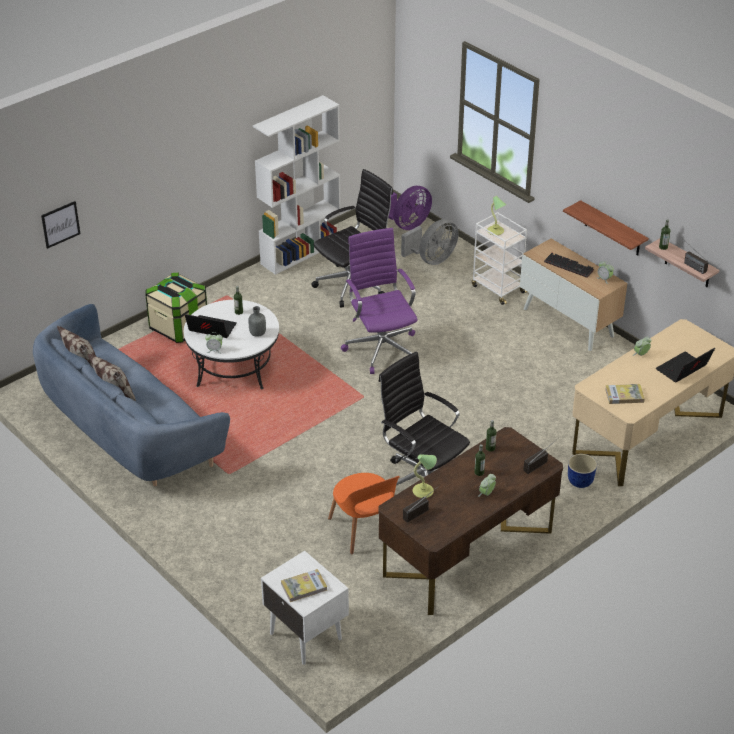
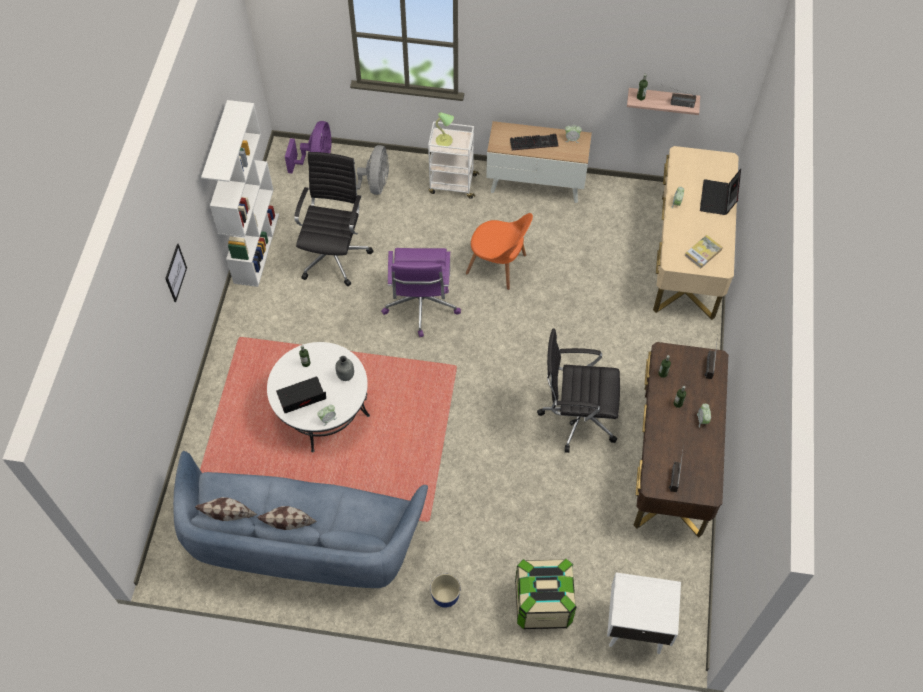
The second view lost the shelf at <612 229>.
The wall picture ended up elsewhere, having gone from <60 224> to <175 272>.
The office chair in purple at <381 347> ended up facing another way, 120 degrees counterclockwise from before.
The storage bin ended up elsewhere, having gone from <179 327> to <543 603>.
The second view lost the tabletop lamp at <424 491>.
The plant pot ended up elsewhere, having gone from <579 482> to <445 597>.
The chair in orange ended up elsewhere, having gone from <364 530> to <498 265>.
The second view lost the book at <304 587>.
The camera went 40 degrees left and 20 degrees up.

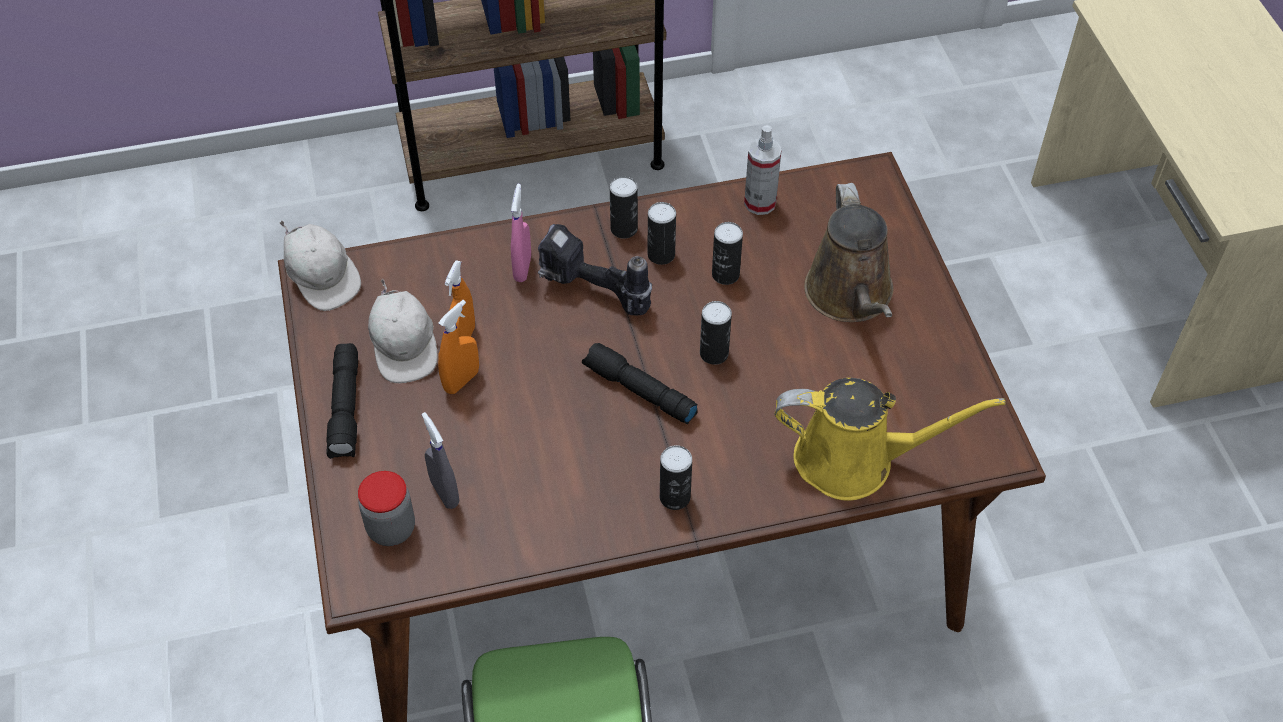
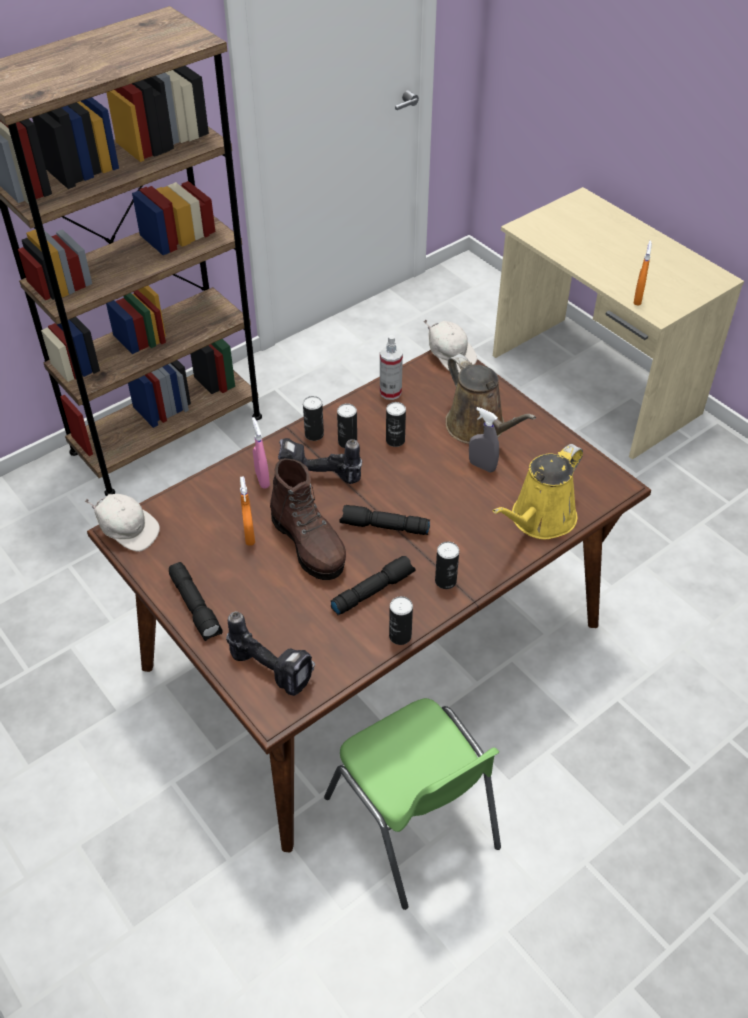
The cap in white ended up elsewhere, having gone from <405 348> to <450 356>.
The spray bottle in orange ended up elsewhere, having gone from <461 381> to <637 299>.
The sealed can ended up elsewhere, having gone from <714 353> to <400 636>.
The watering can in yellowish at <854 460> ended up facing another way, 150 degrees clockwise from before.
The spray bottle in greyish ended up elsewhere, having gone from <444 493> to <482 466>.
Where the jar stood at <391 529>, the power drill came to stand at <273 669>.
The second view gained the boot in brown at <309 544>.
The second view gained the flashlight in blackish at <372 590>.
The camera went 25 degrees left and 5 degrees down.

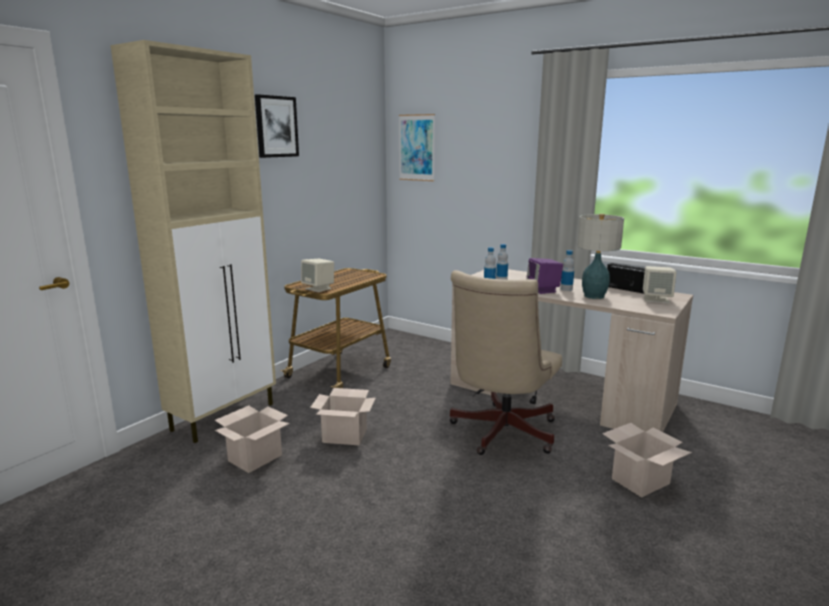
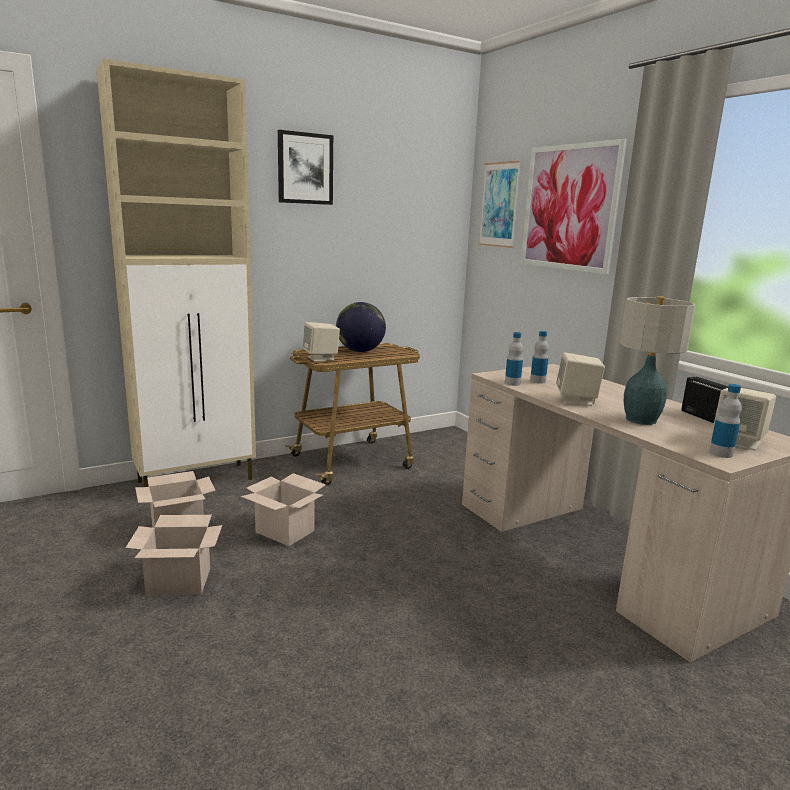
The drink bottle ended up elsewhere, having gone from <566 289> to <721 453>.
What was the audio speaker in purple at <543 290> turned into the audio speaker in beige at <577 400>.
The second view lost the office chair in beige at <500 433>.
The carton ended up elsewhere, having gone from <640 480> to <180 581>.
The second view gained the wall picture at <569 207>.
The second view gained the world globe at <360 351>.
The camera went 25 degrees right and 0 degrees up.

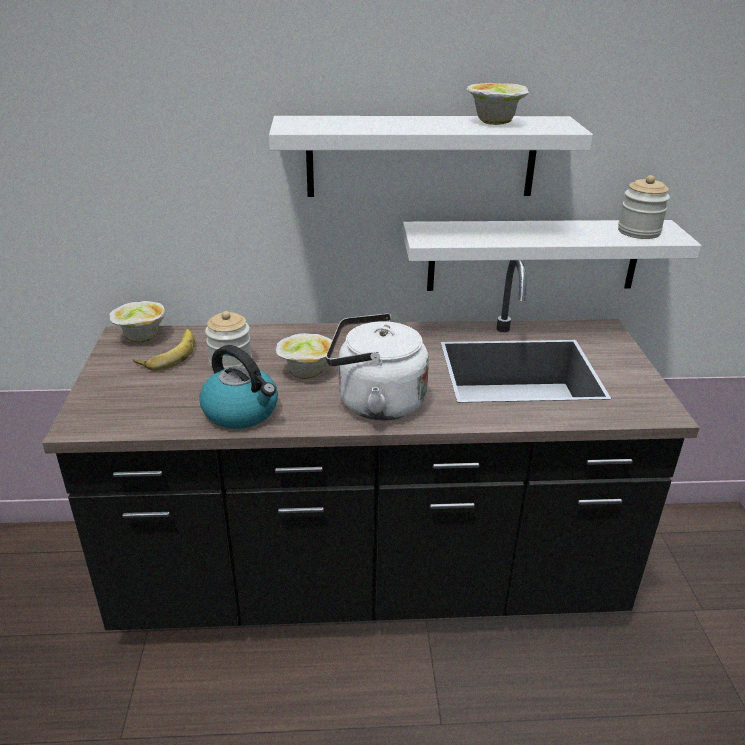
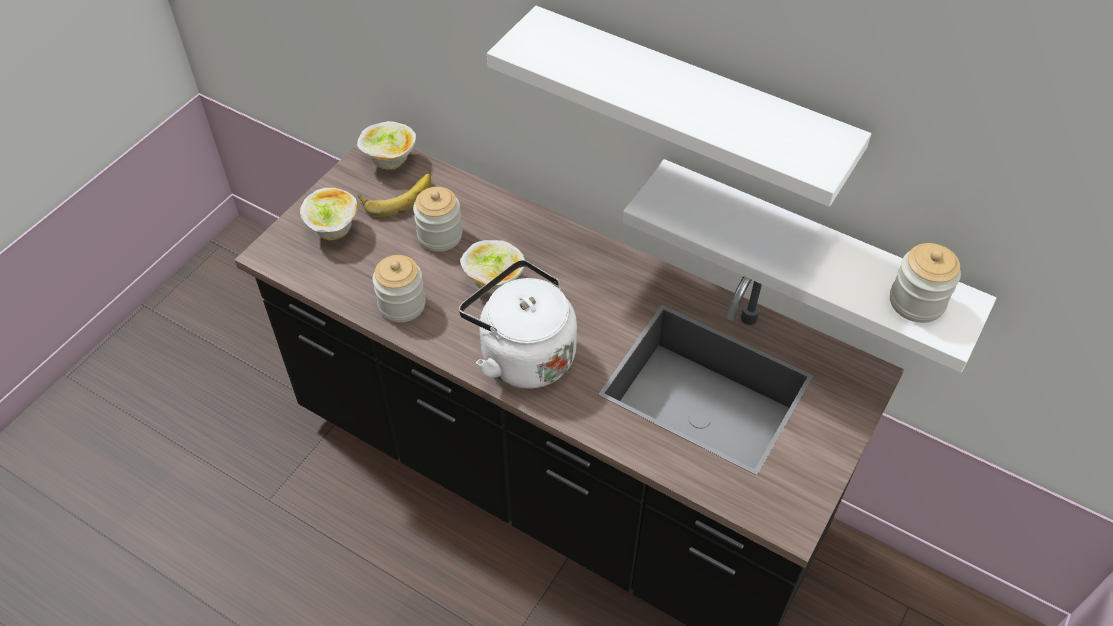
The bowl ended up elsewhere, having gone from <494 123> to <333 231>.
Where the water kettle stood at <242 412>, the jar came to stand at <402 304>.
The camera went 35 degrees right and 20 degrees up.

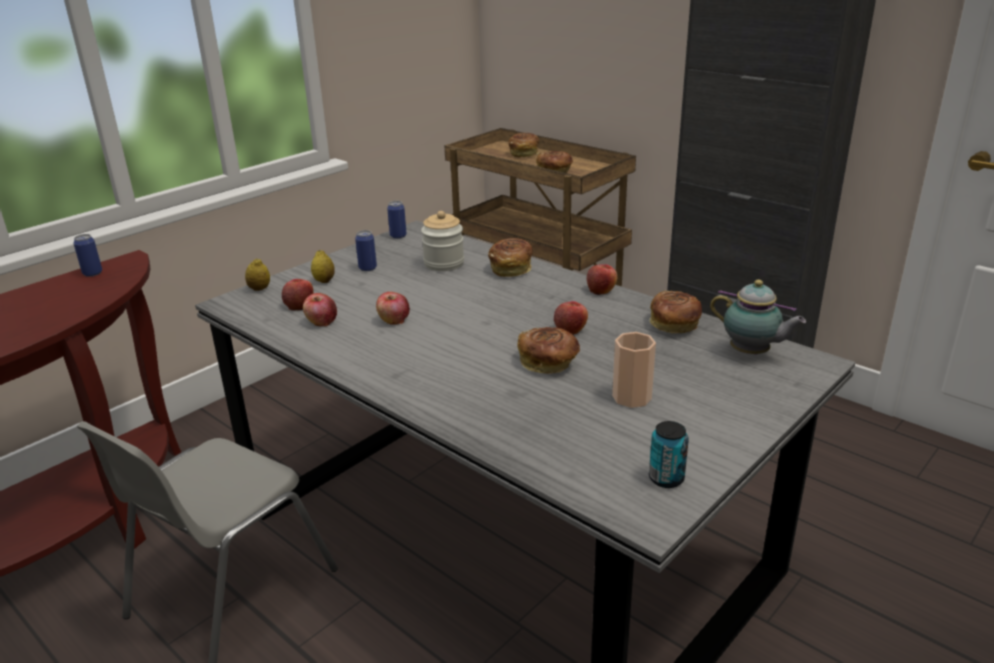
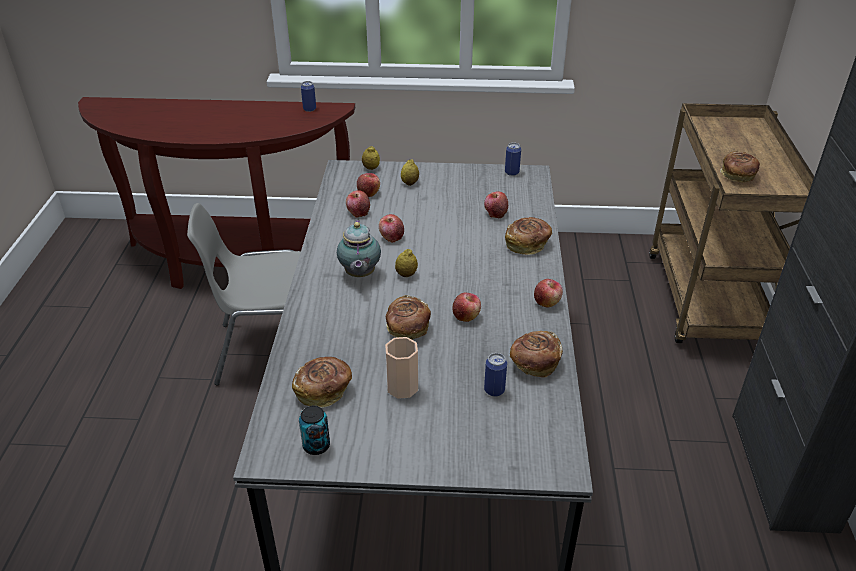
The bakery bread ended up elsewhere, having gone from <524 153> to <324 391>.
Where the jar stood at <444 263>, the whole apple came to stand at <495 213>.
The sealed can ended up elsewhere, having gone from <367 268> to <494 390>.
The teapot ended up elsewhere, having gone from <751 353> to <359 275>.
The second view gained the citrus fruit at <406 274>.
The camera went 50 degrees right and 10 degrees up.

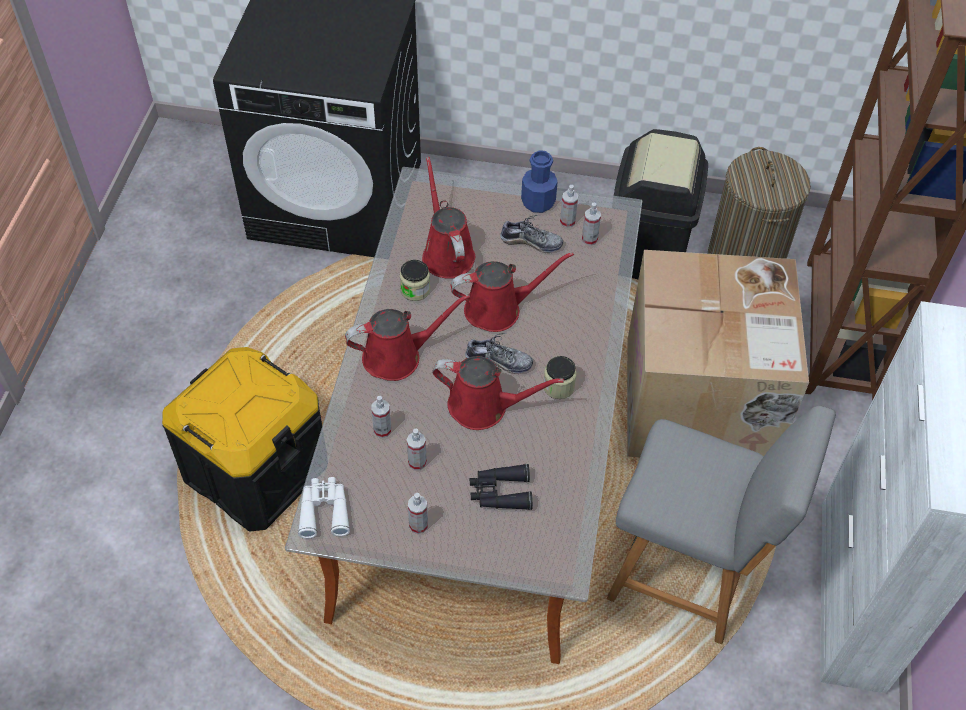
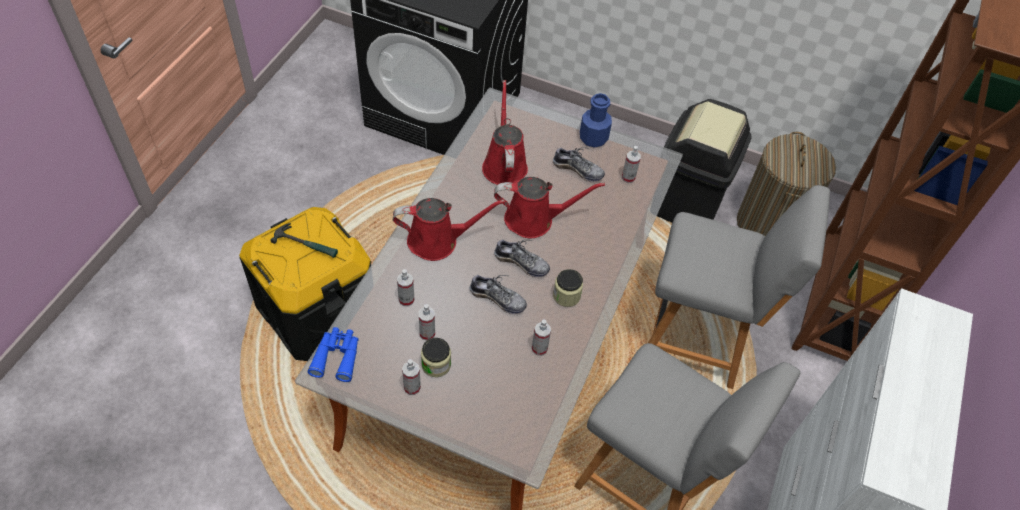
The spray bottle ended up elsewhere, having gone from <567 221> to <539 348>.
Where the carton stood at <700 403>, the chair in greyish came to stand at <699 338>.
The jar ended up elsewhere, having gone from <415 290> to <436 364>.
Where the watering can in red stood at <484 407>, the low shoe came to stand at <497 299>.
The second view lost the binoculars in blackish at <500 492>.
What was the binoculars in white at <324 510> turned into the binoculars in bluish at <337 356>.
The second view gained the tool hammer at <307 244>.
The camera went 10 degrees right and 0 degrees up.

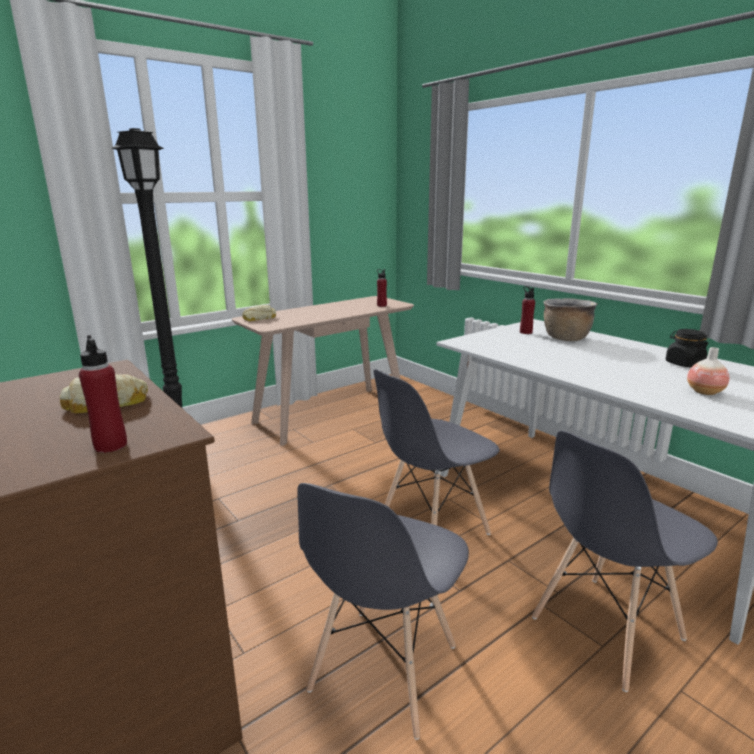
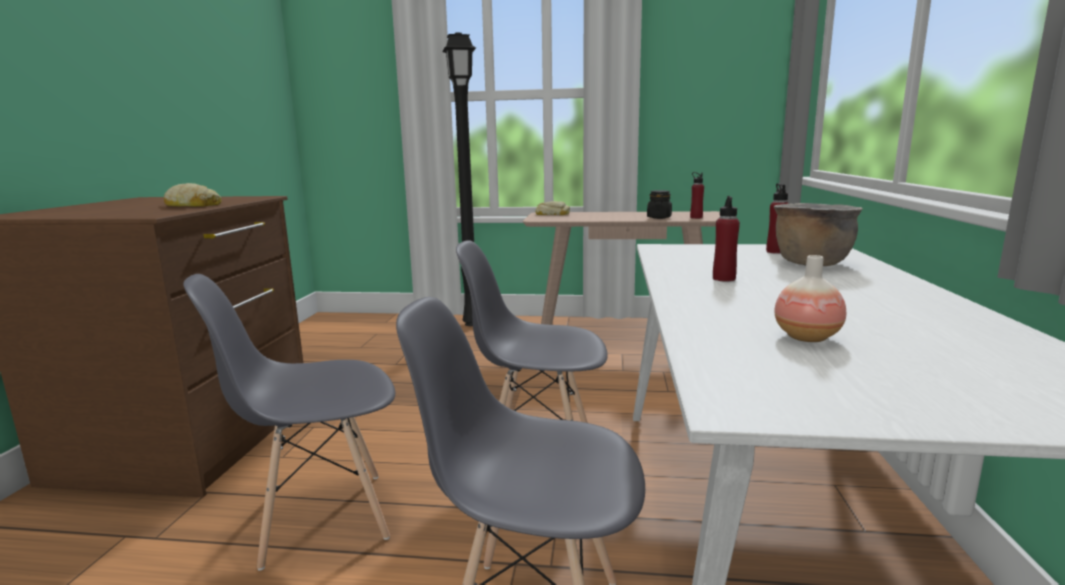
The jar in blackish ended up elsewhere, having gone from <684 364> to <659 217>.
The drink bottle in red ended up elsewhere, having gone from <110 445> to <724 279>.
The camera went 45 degrees right and 5 degrees down.

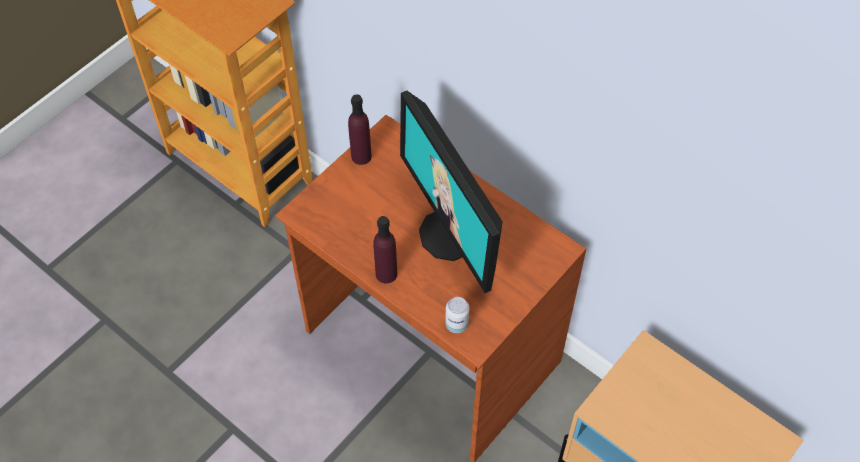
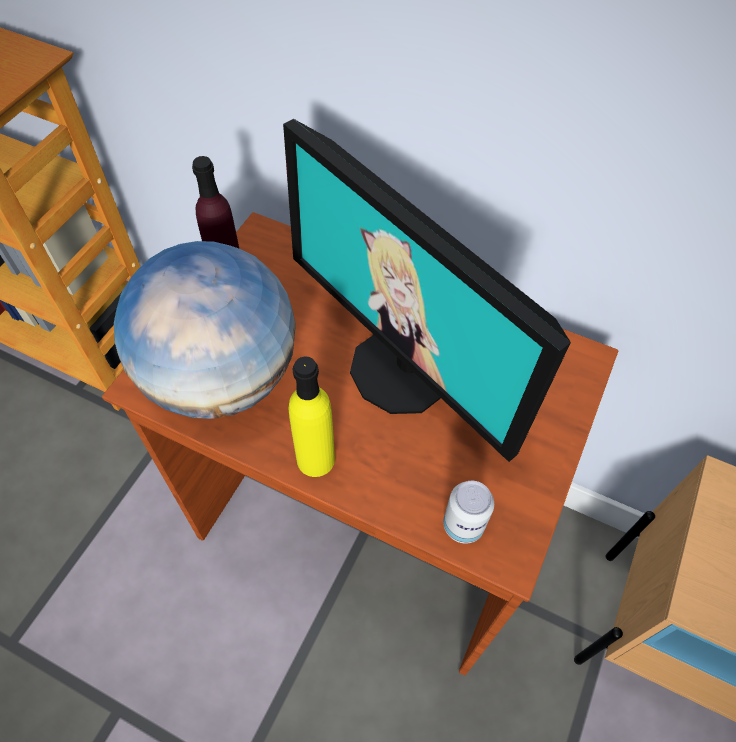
What was the drink bottle in purple at <386 273> turned into the drink bottle in yellowish at <315 459>.
The second view gained the world globe at <222 377>.
The camera went 15 degrees left and 0 degrees up.

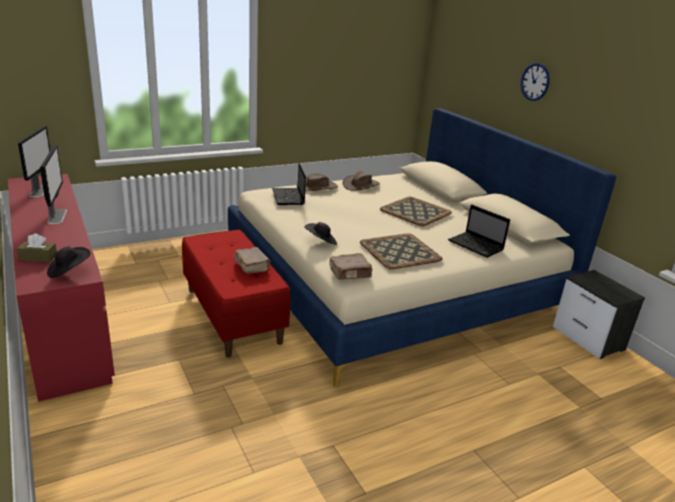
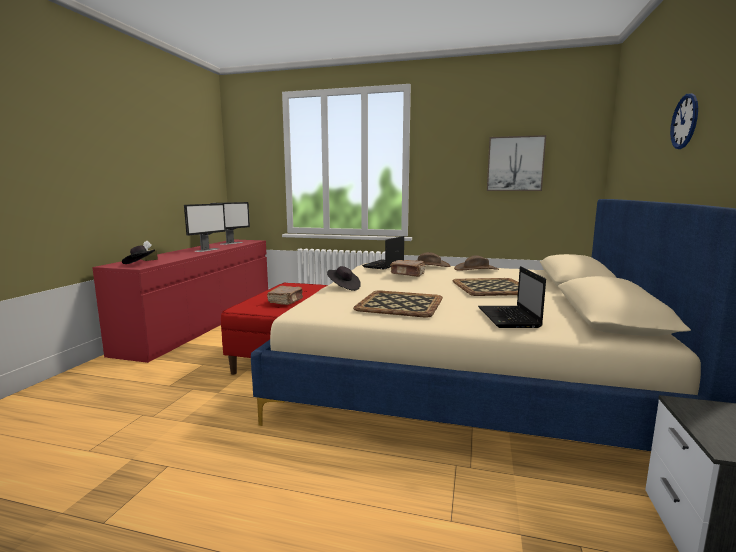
The book in brown ended up elsewhere, having gone from <350 273> to <408 274>.
The second view gained the wall picture at <515 164>.
The camera went 45 degrees right and 15 degrees down.

